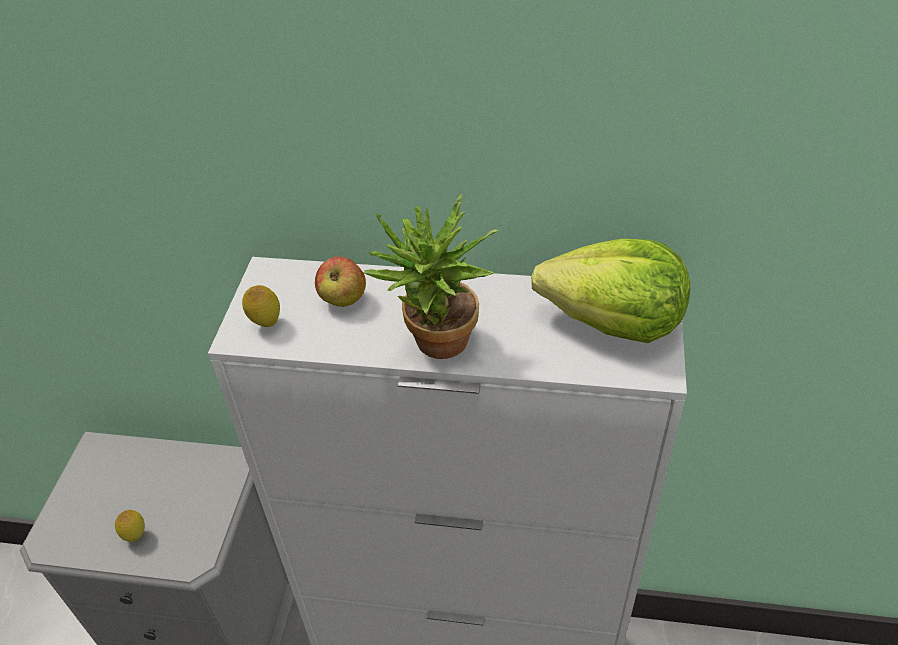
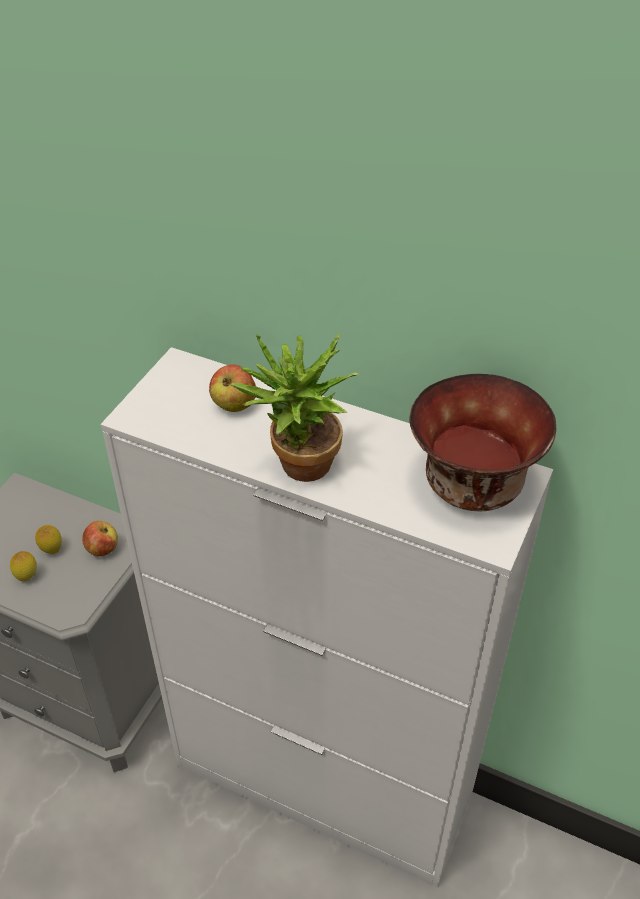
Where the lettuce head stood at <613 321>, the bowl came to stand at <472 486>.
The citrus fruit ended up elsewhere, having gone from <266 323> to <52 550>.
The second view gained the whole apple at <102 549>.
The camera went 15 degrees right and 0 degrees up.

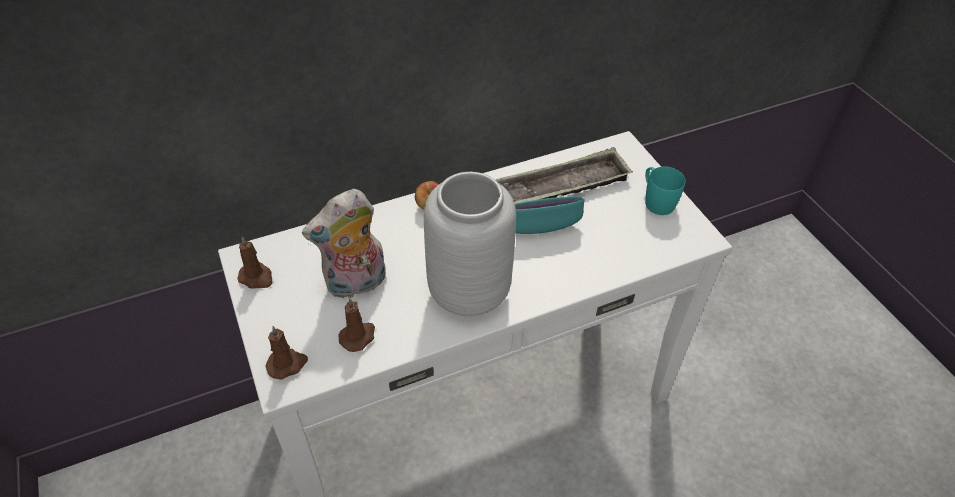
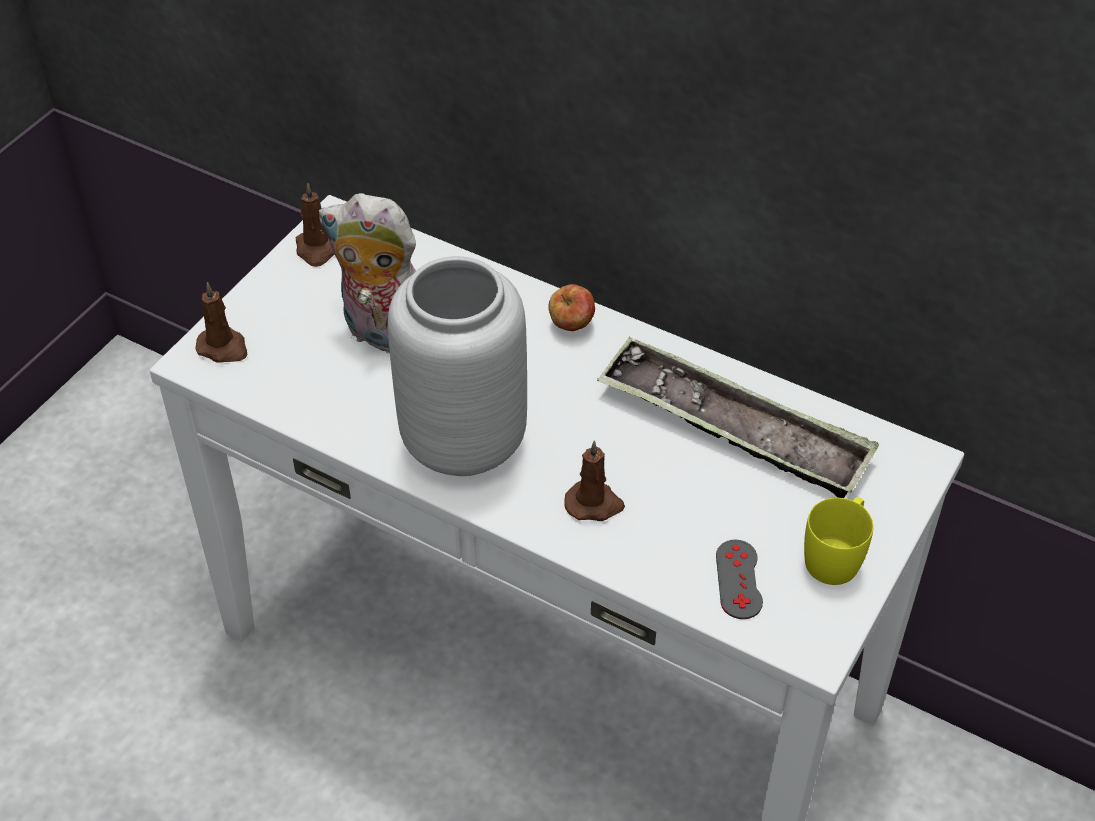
What was the mug in blue-green at <656 200> turned into the mug in yellowish at <836 555>.
The second view lost the bowl in blue-green at <541 229>.
The wax light in brown ended up elsewhere, having gone from <358 336> to <594 504>.
The second view gained the game controller in greyish at <738 579>.
The camera went 55 degrees right and 0 degrees up.

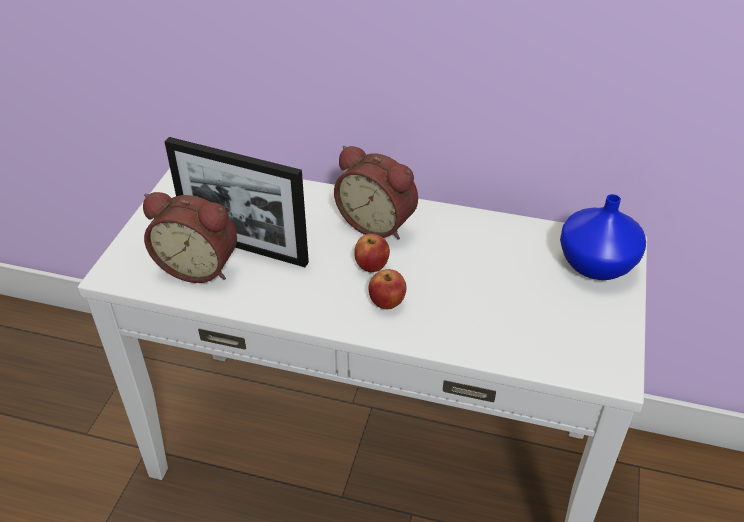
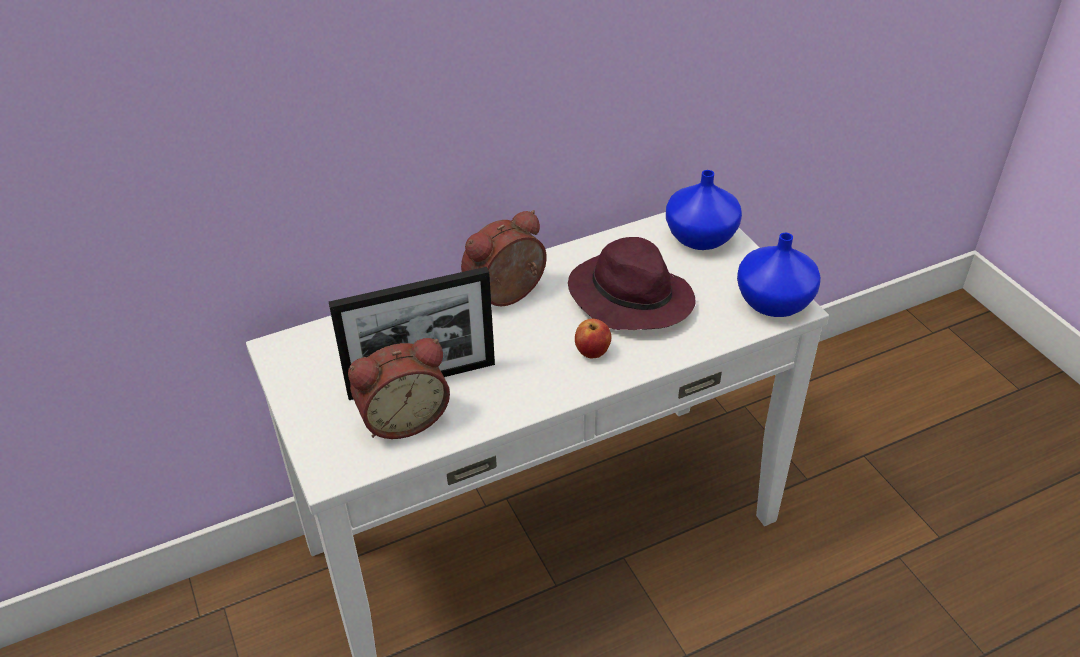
The alarm clock at <378 223> ended up facing another way, 150 degrees clockwise from before.
The second view lost the whole apple at <372 266>.
The second view gained the vase in bluish at <772 302>.
The second view gained the hat in purple at <629 297>.
The camera went 40 degrees left and 0 degrees up.

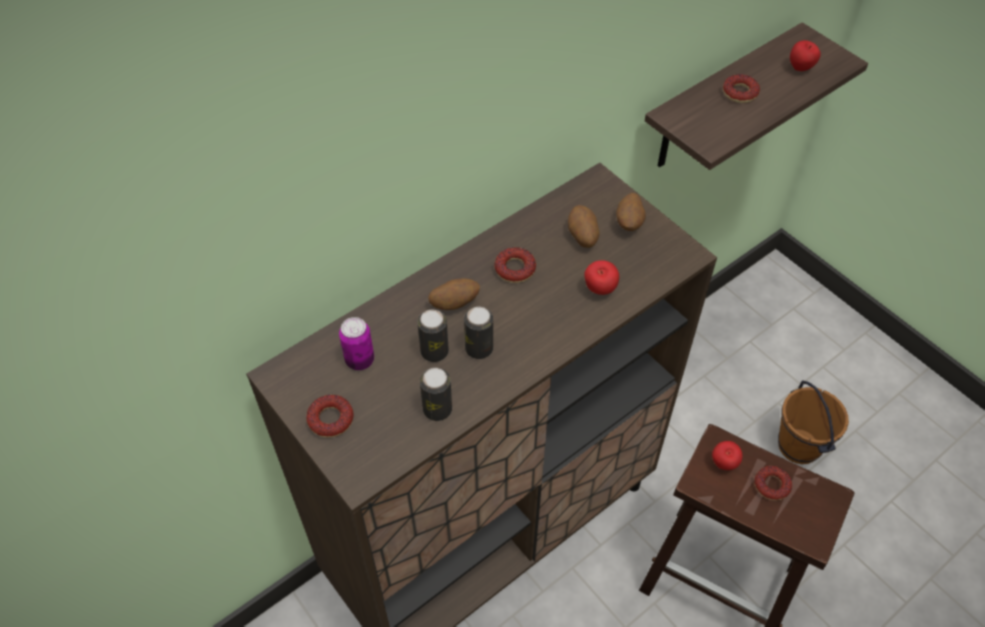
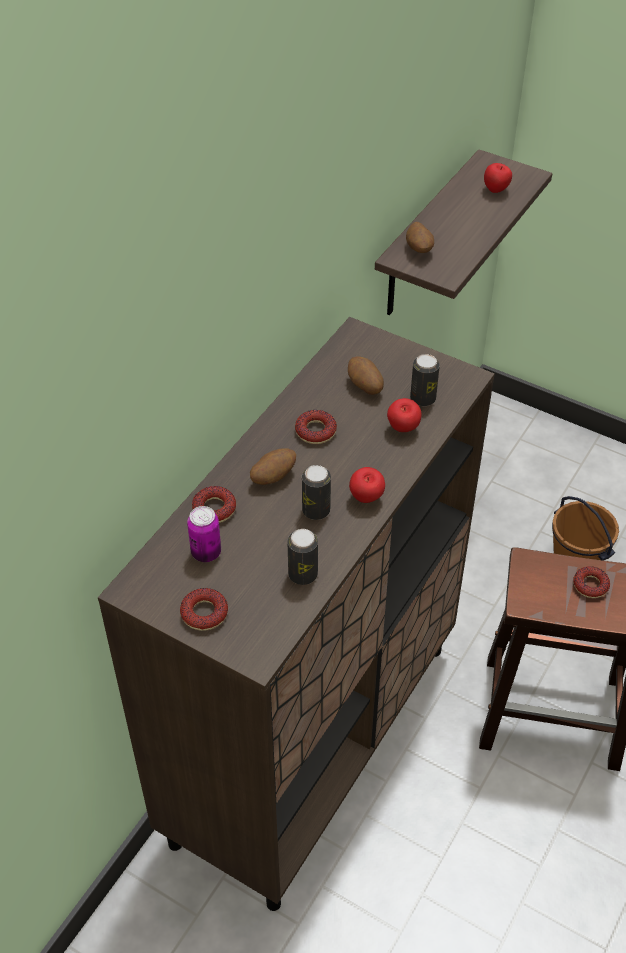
The doughnut ended up elsewhere, having gone from <740 93> to <214 509>.
The whole potato ended up elsewhere, having gone from <629 223> to <419 249>.
The sealed can ended up elsewhere, having gone from <434 351> to <423 398>.
The whole apple ended up elsewhere, having gone from <723 464> to <366 499>.
The camera went 20 degrees left and 5 degrees down.

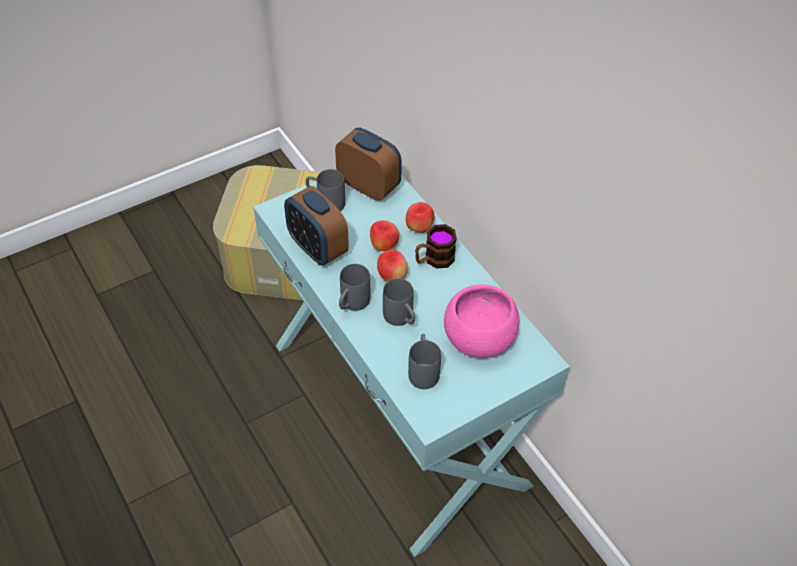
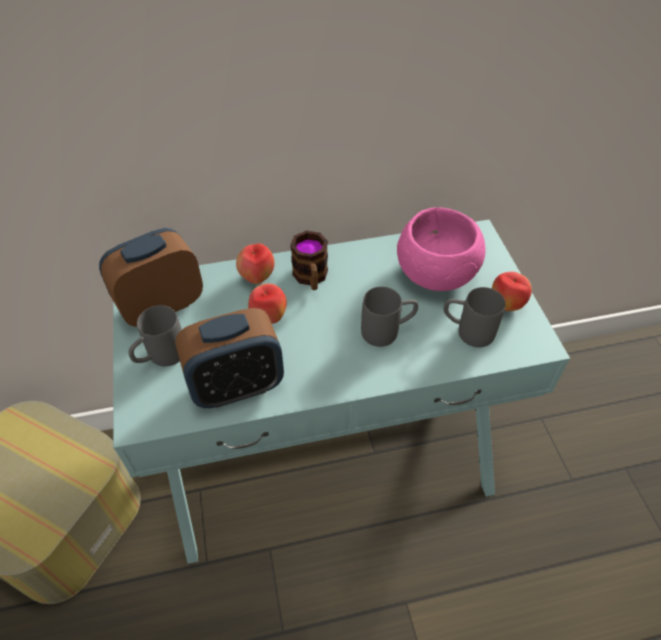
The whole apple ended up elsewhere, having gone from <392 277> to <506 305>.
The second view lost the mug in greyish at <352 304>.
The camera went 70 degrees left and 0 degrees up.

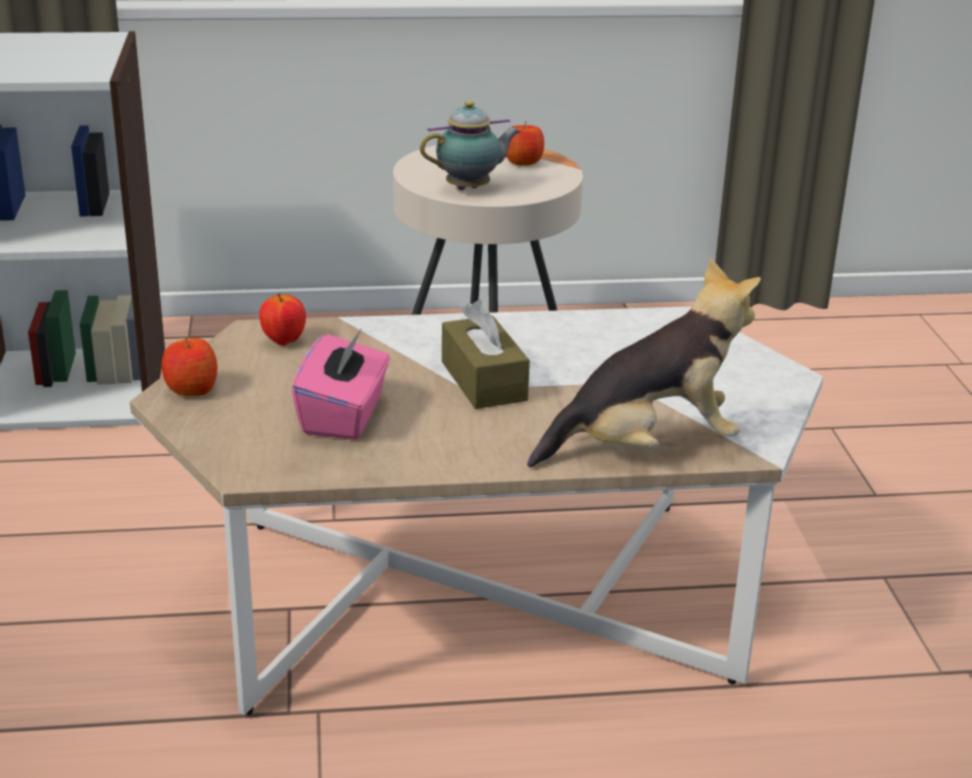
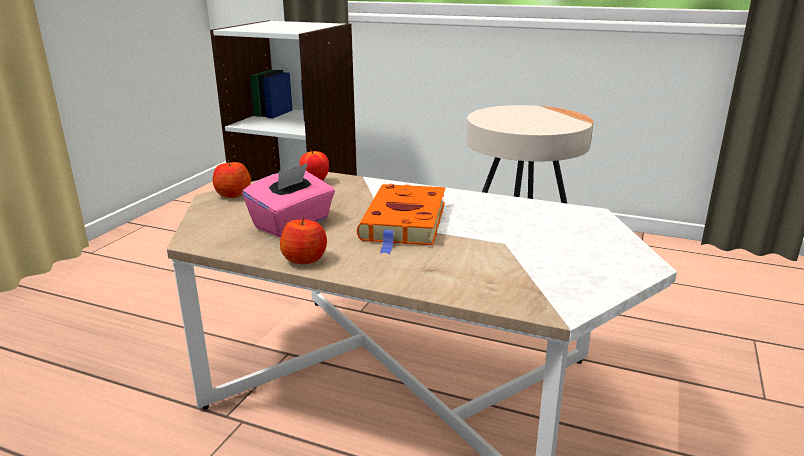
The second view lost the teapot at <471 188>.
The whole apple ended up elsewhere, having gone from <523 162> to <305 259>.
The second view lost the soft toy at <647 447>.
Where the tissue box in brown stood at <483 381>, the book in orange came to stand at <404 223>.
The camera went 30 degrees right and 5 degrees down.

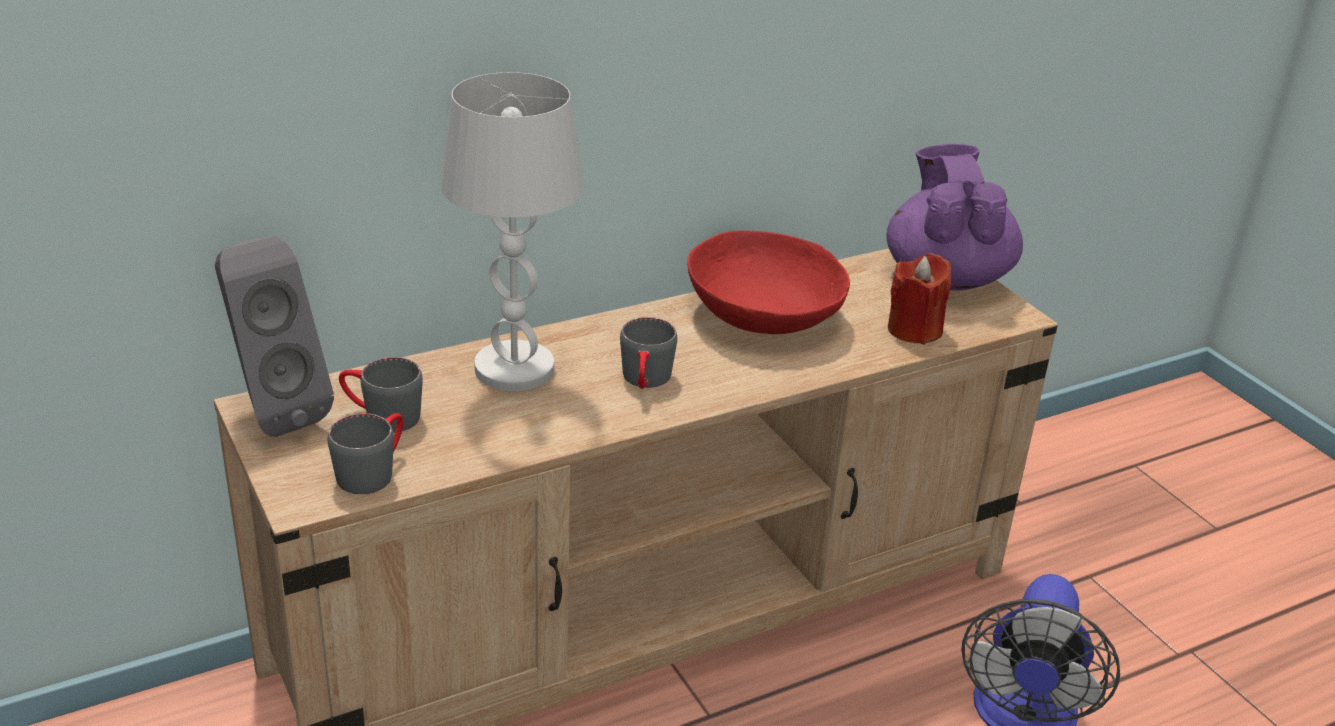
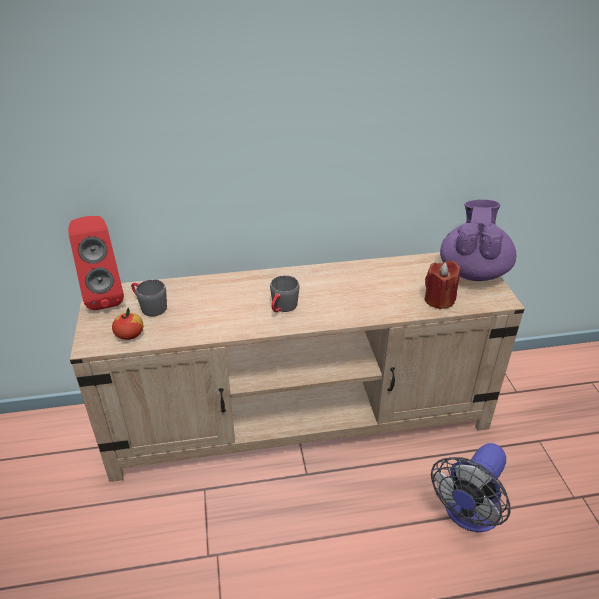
The second view lost the tabletop lamp in white at <513 369>.
The second view lost the bowl in red at <763 314>.
What was the audio speaker in greyish at <273 411> turned into the audio speaker in red at <104 296>.
Where the mug in greyish stood at <373 470>, the whole apple came to stand at <129 334>.
The camera went 20 degrees right and 5 degrees up.

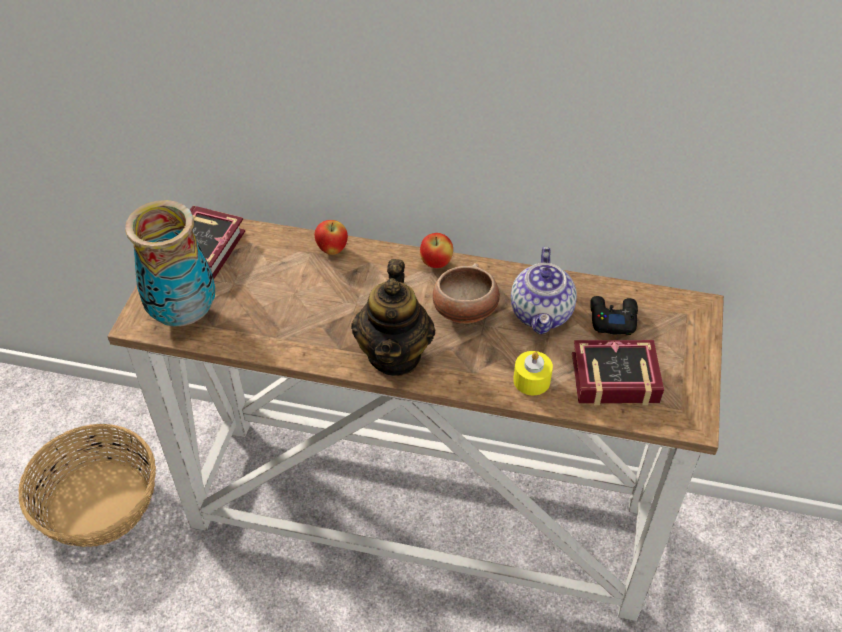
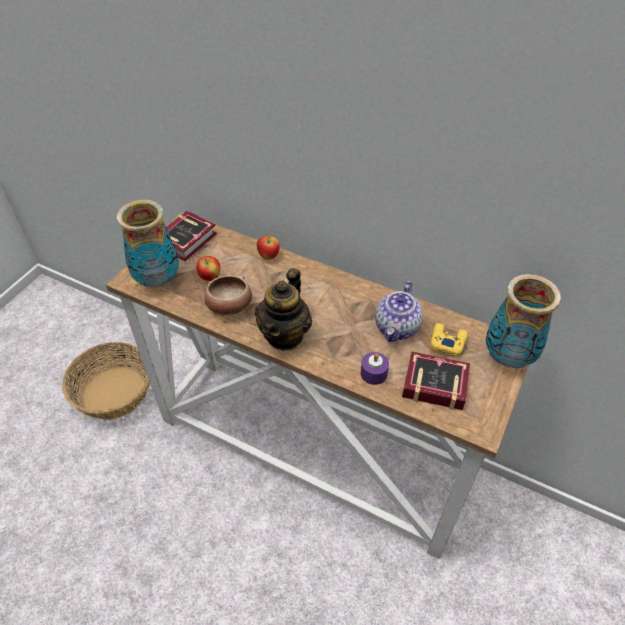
The whole apple ended up elsewhere, having gone from <436 263> to <210 277>.
The bowl ended up elsewhere, having gone from <464 311> to <229 306>.
What was the game controller in blackish at <612 318> turned into the game controller in yellowish at <447 341>.
What was the wax light in yellowish at <531 380> turned into the wax light in purple at <373 373>.
The second view gained the vase at <508 358>.
The camera went 15 degrees right and 0 degrees up.

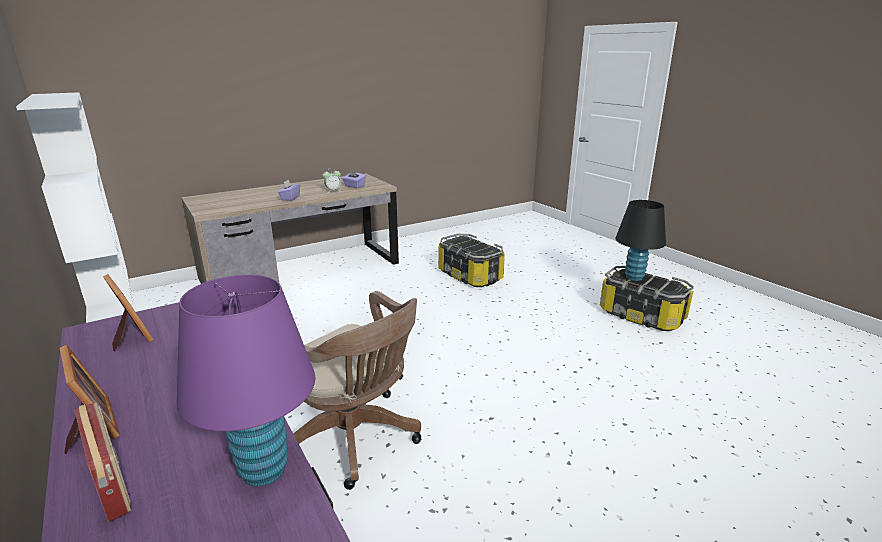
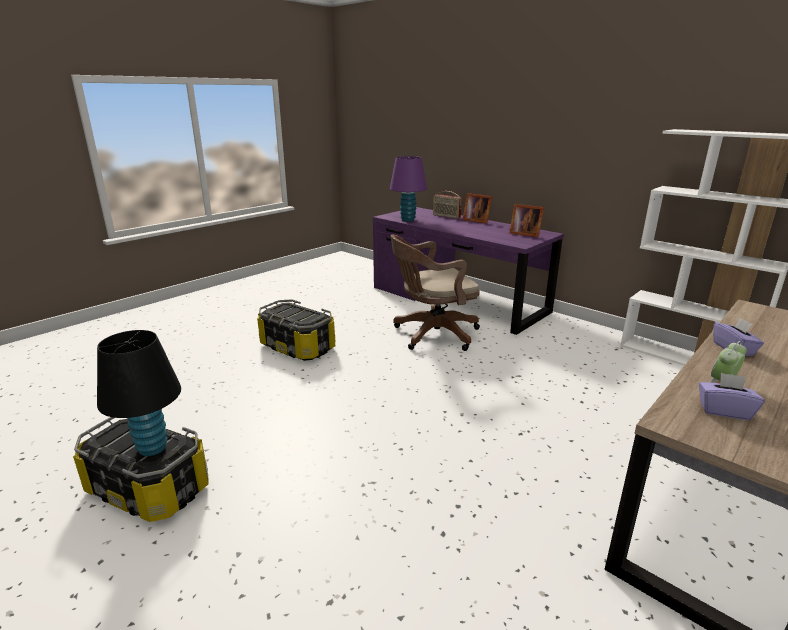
The storage bin ended up elsewhere, having gone from <469 276> to <298 347>.
The office chair in brown at <355 439> ended up facing another way, 45 degrees counterclockwise from before.
The camera went 165 degrees right and 0 degrees up.

